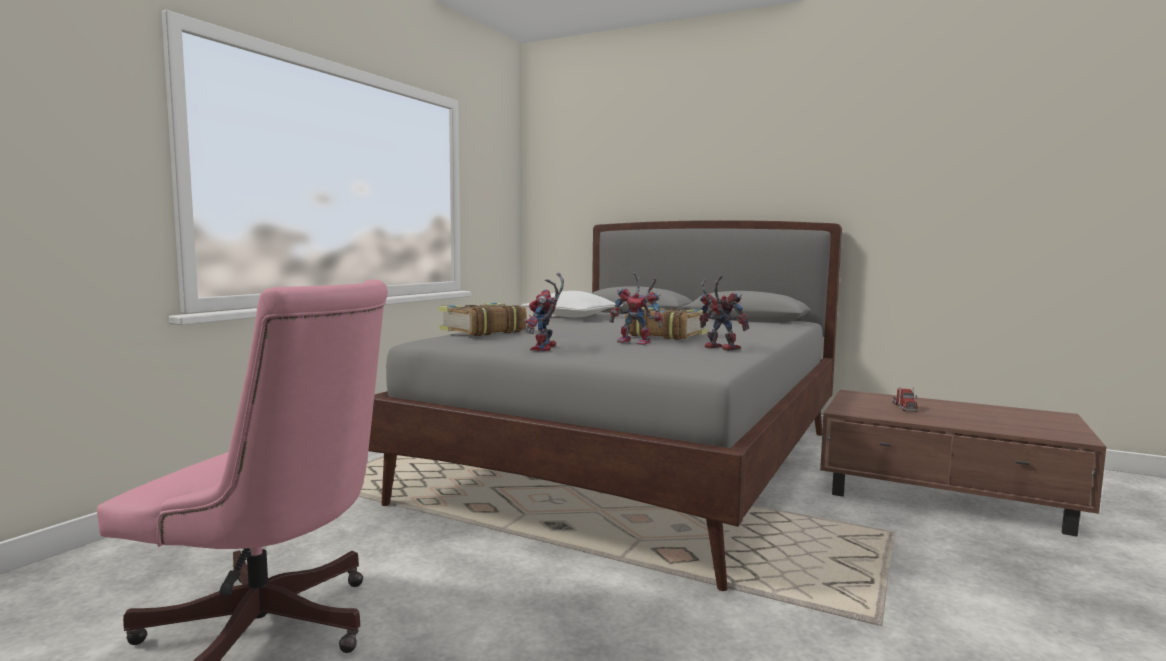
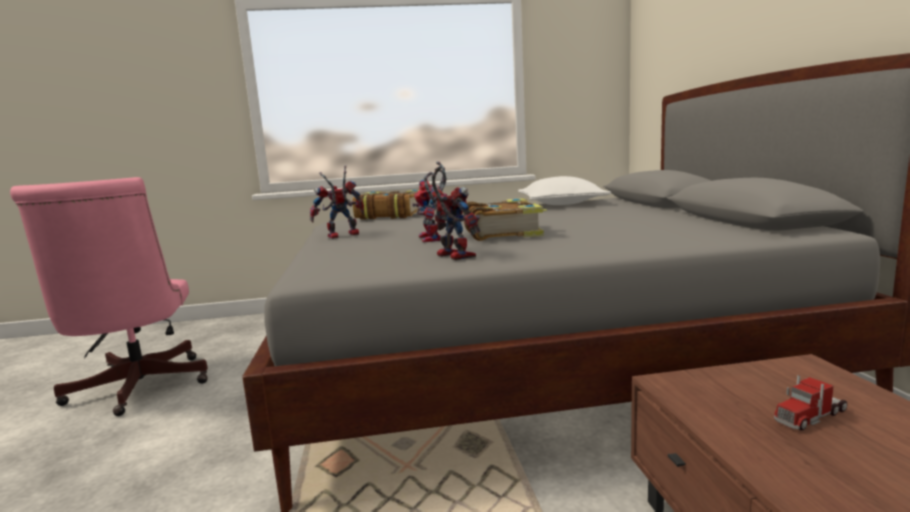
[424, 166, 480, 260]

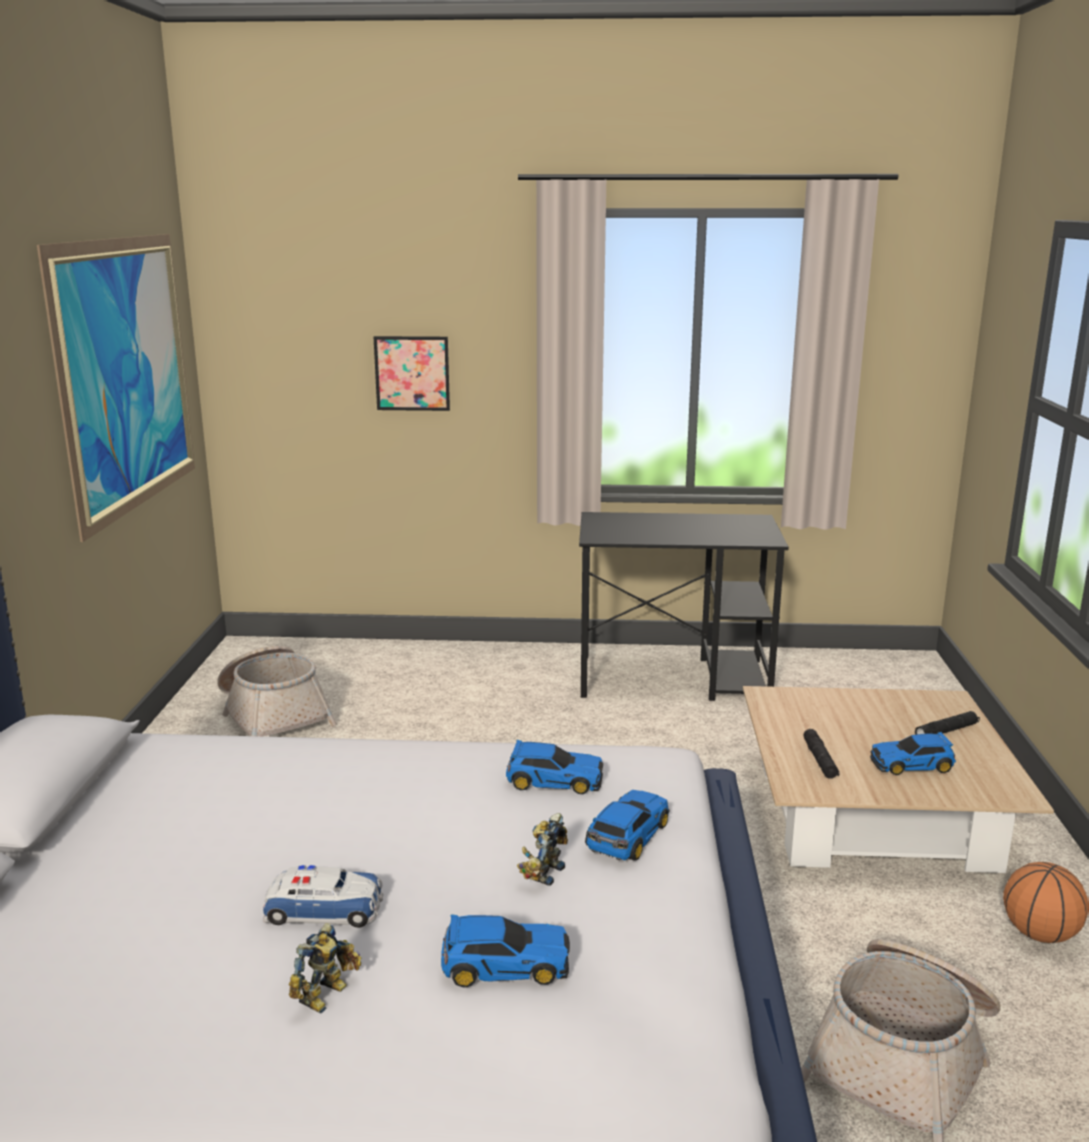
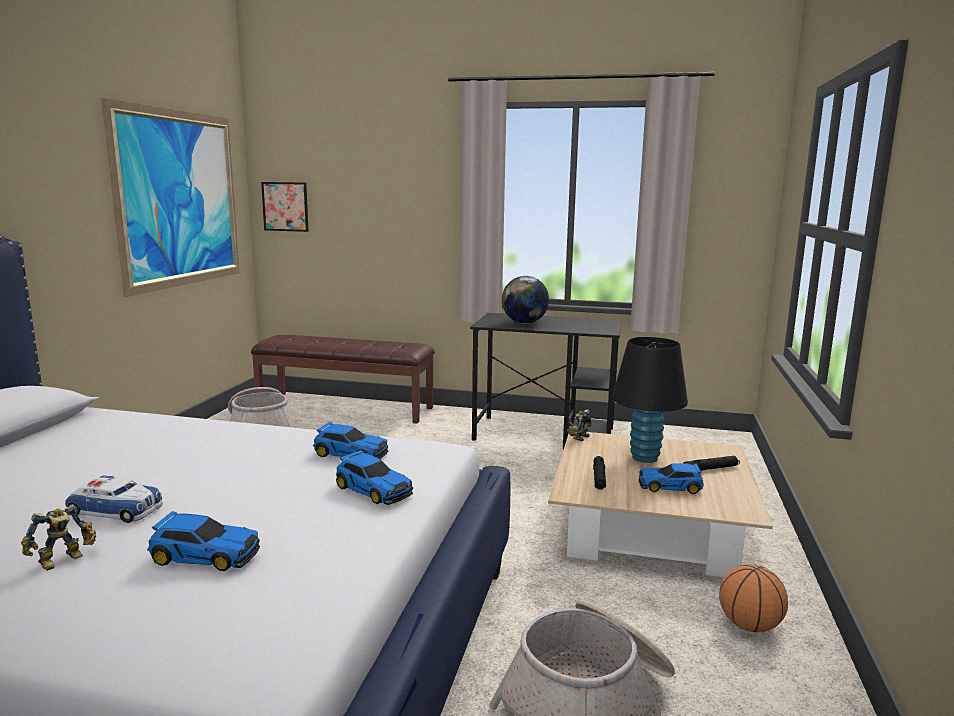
[261, 182, 309, 232]
[567, 409, 591, 441]
[336, 450, 413, 505]
[251, 335, 435, 424]
[502, 276, 549, 324]
[612, 337, 688, 463]

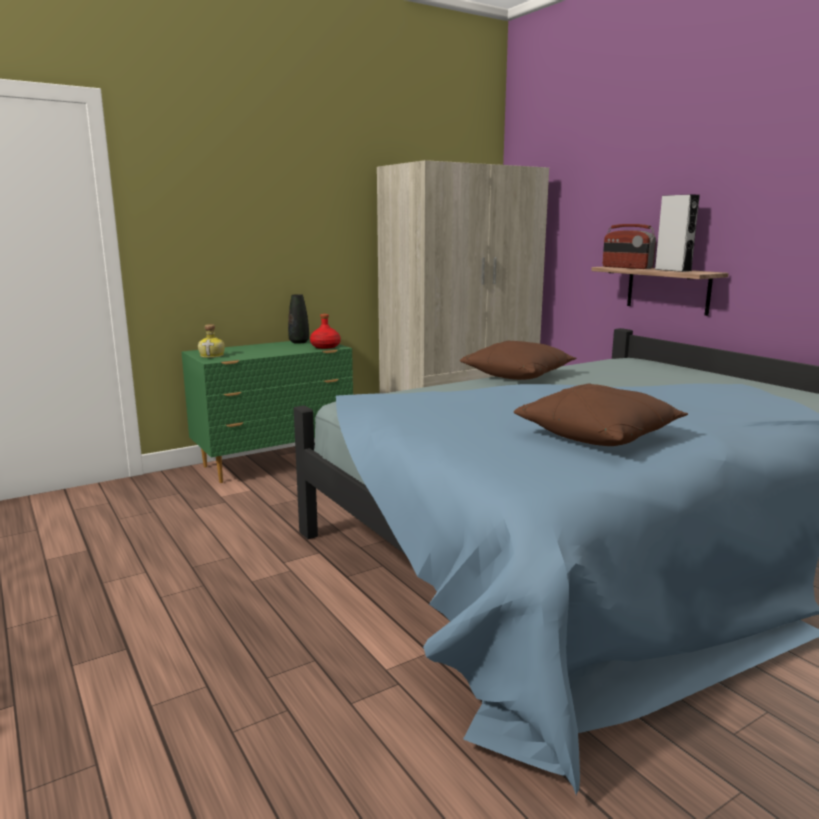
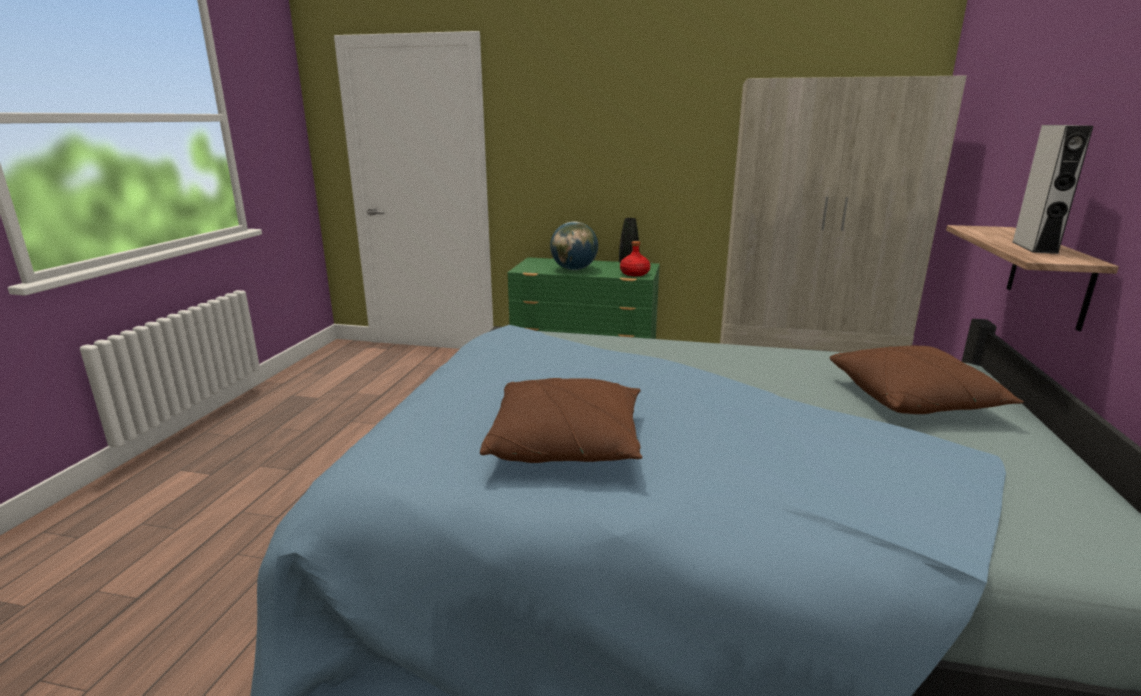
[198, 324, 225, 358] (first image)
[829, 346, 1024, 414]
[603, 224, 656, 269] (first image)
[550, 221, 598, 270]

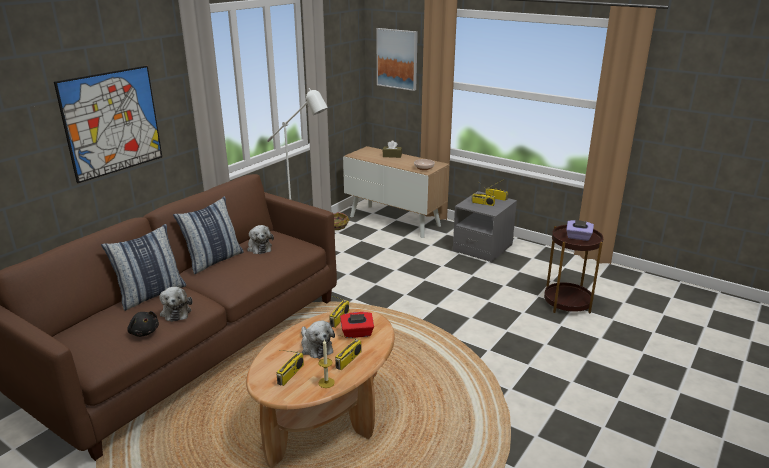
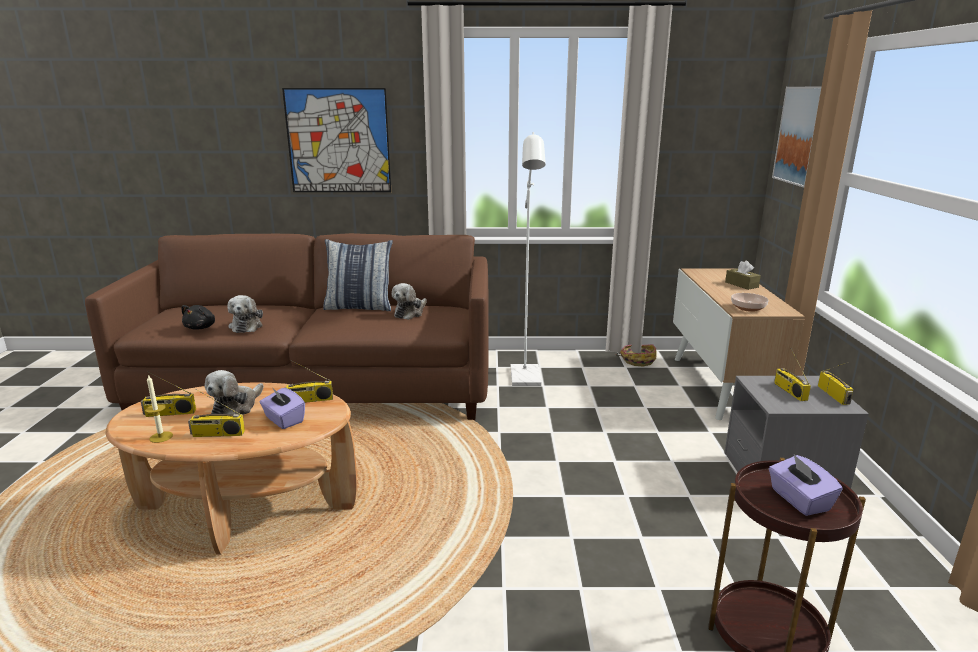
[101, 224, 186, 311] (first image)
[228, 295, 263, 333]
[260, 388, 305, 429]

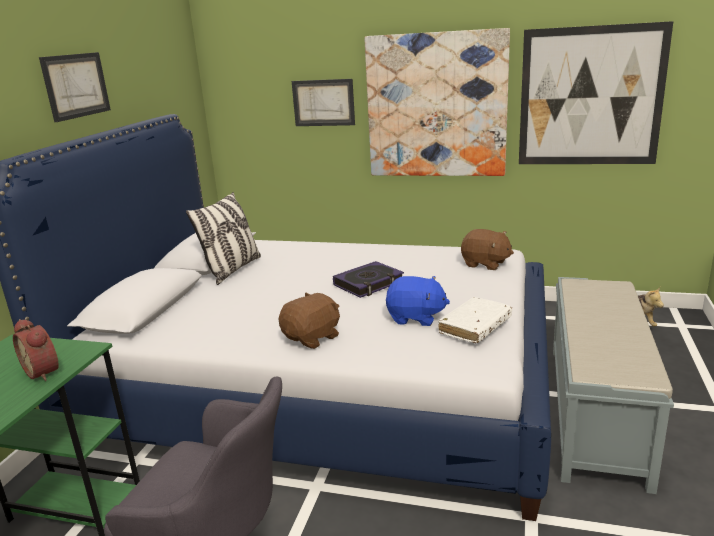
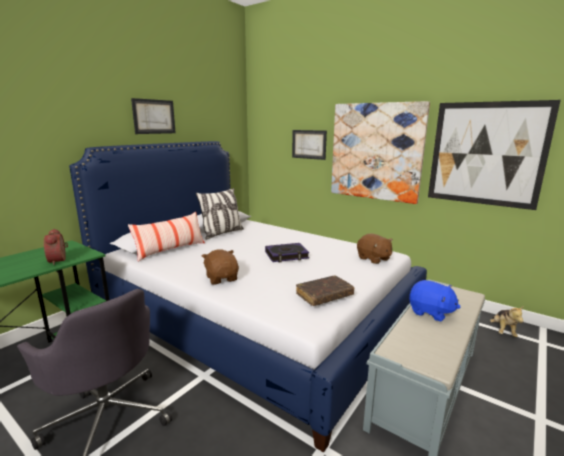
[202, 249, 239, 285]
[409, 280, 461, 322]
[296, 275, 355, 306]
[128, 212, 205, 262]

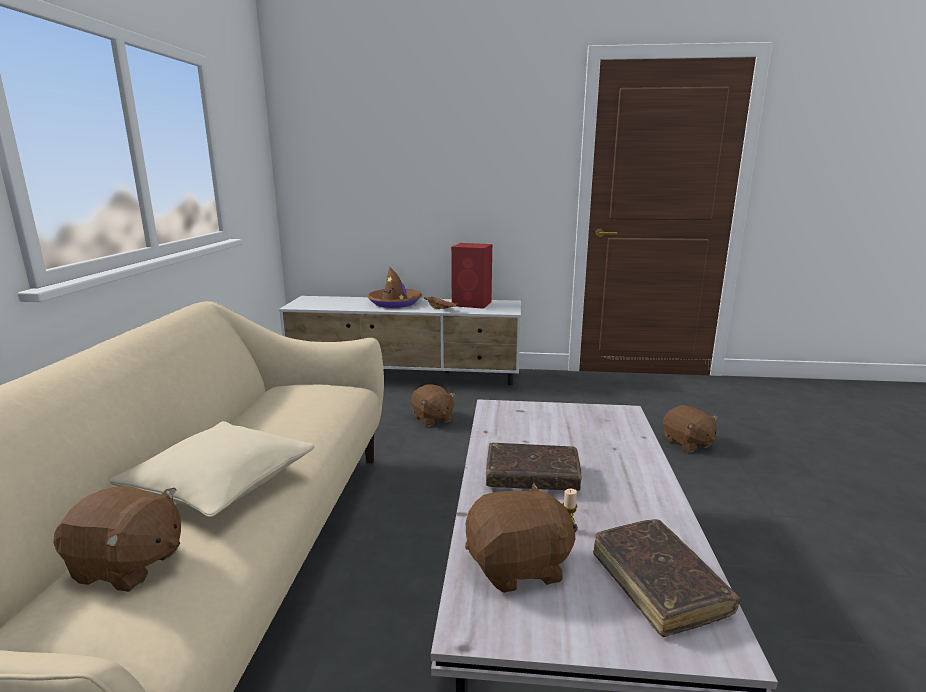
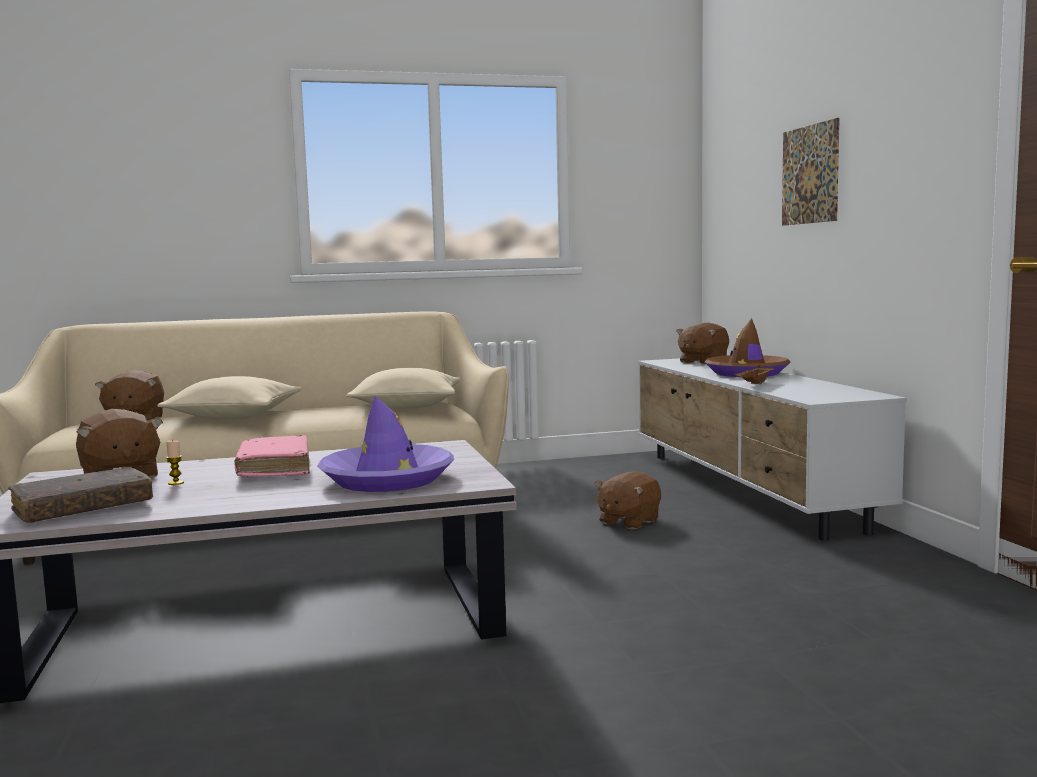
[451, 243, 492, 309] (first image)
[234, 435, 310, 477]
[676, 323, 729, 364]
[317, 396, 454, 492]
[347, 368, 461, 409]
[782, 118, 840, 226]

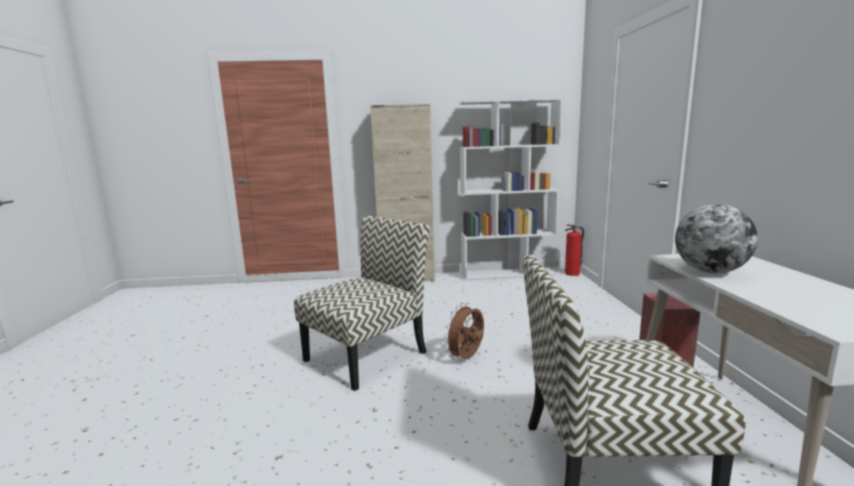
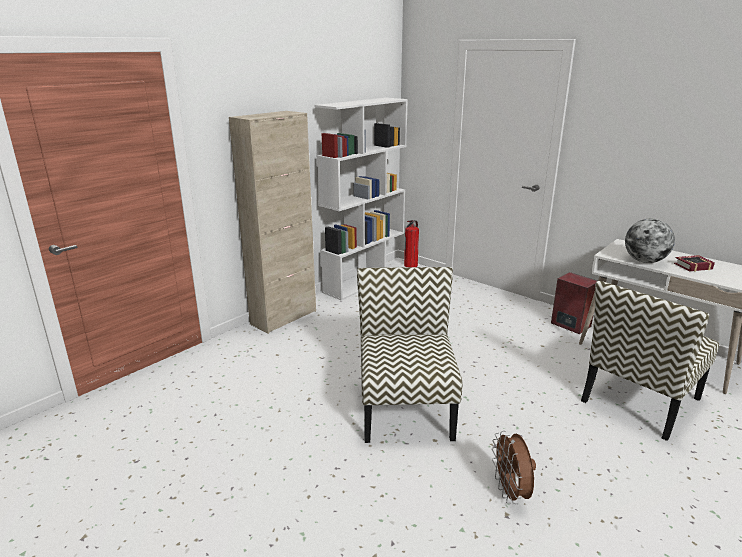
[492, 431, 536, 504]
[674, 255, 715, 272]

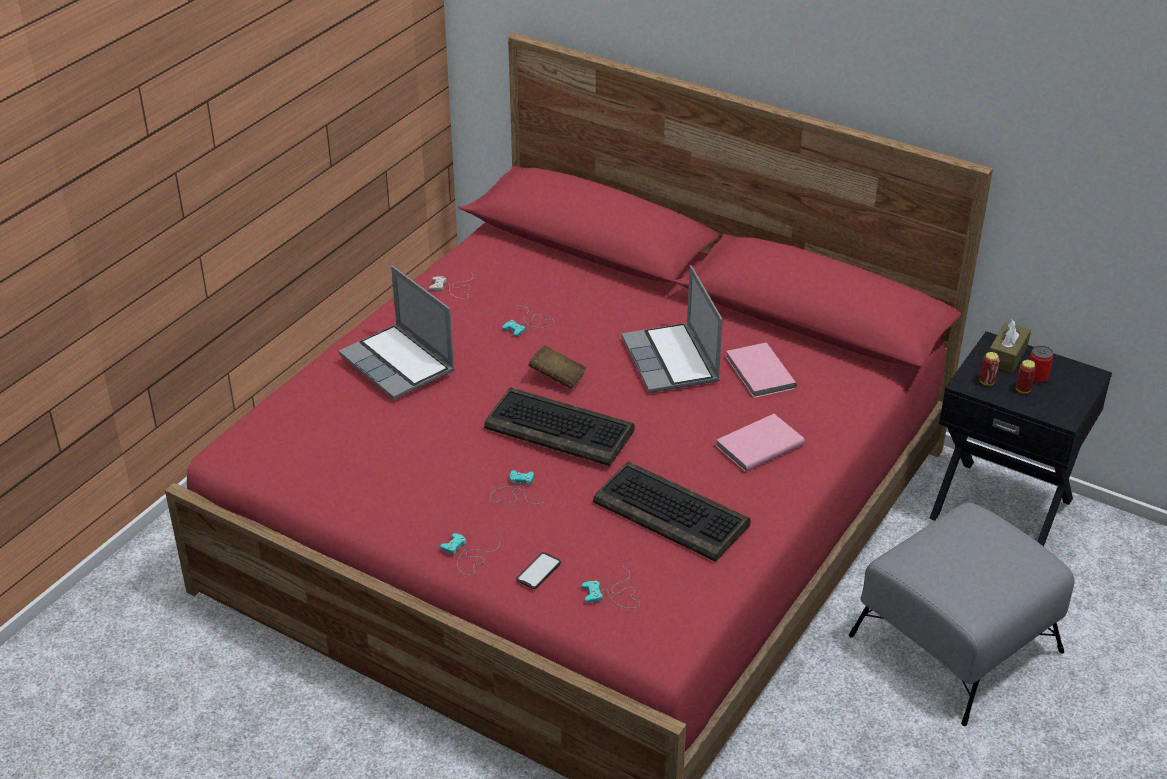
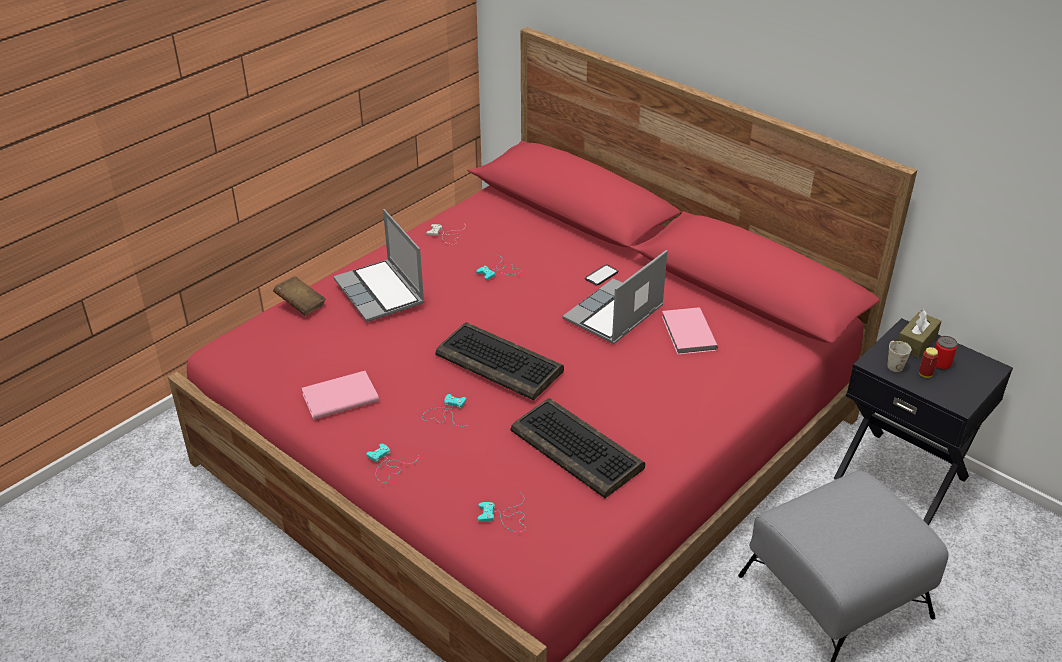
[585, 265, 618, 285]
[273, 276, 326, 315]
[563, 250, 667, 344]
[301, 371, 379, 420]
[887, 341, 911, 372]

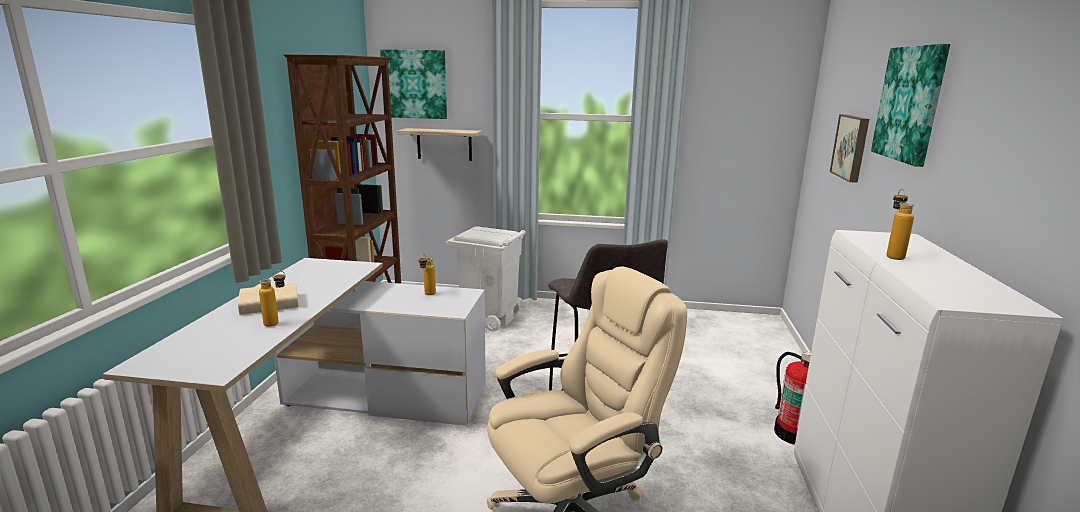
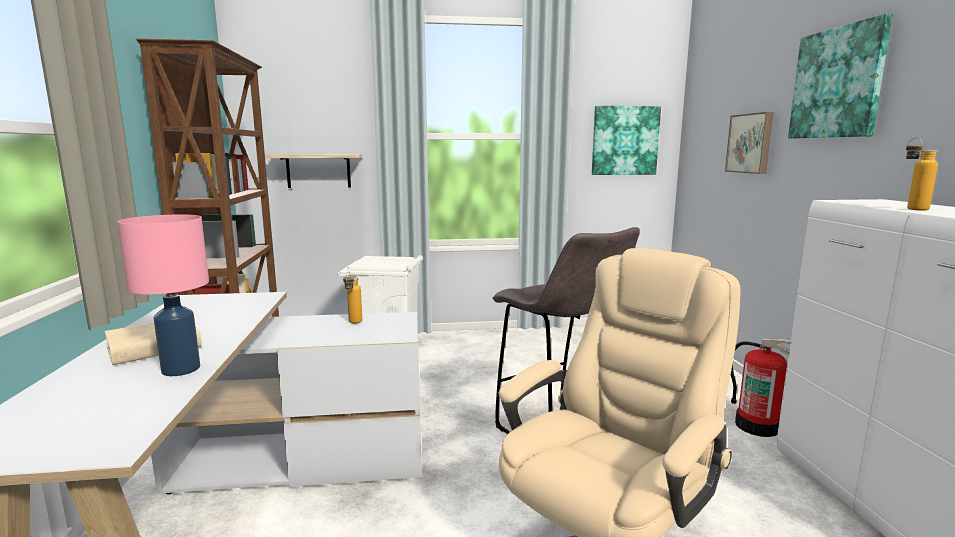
[117, 214, 209, 376]
[592, 106, 661, 175]

